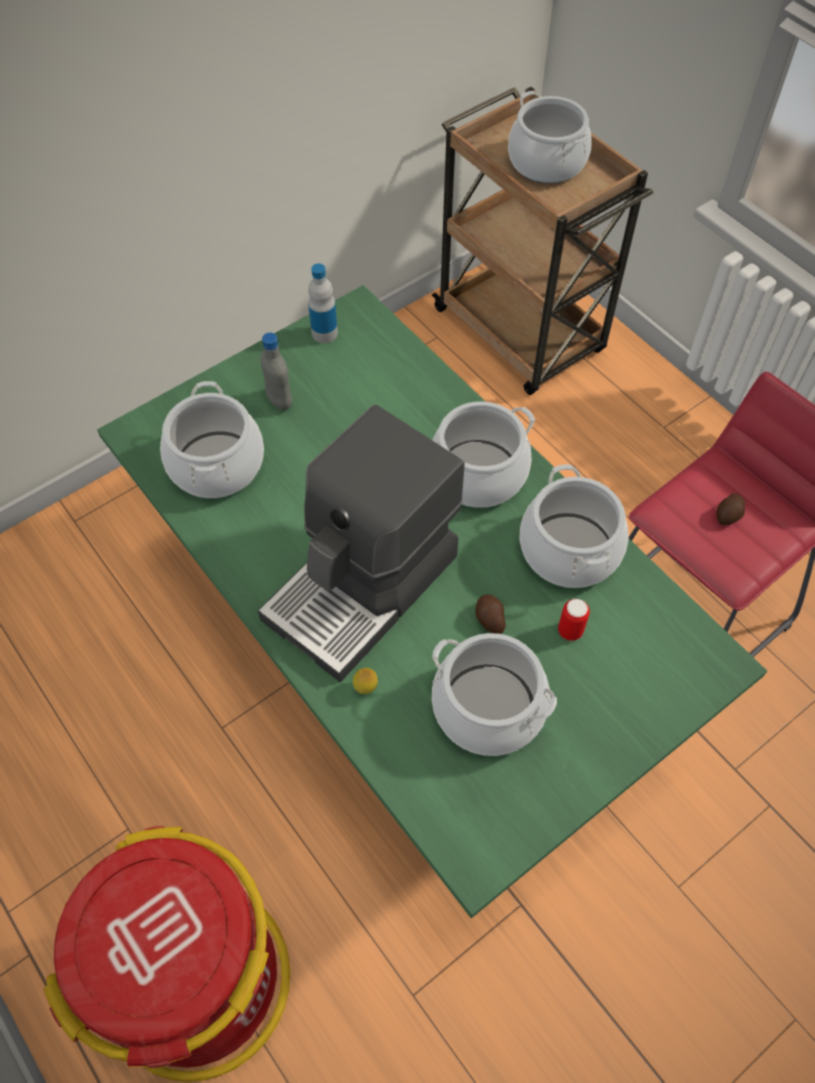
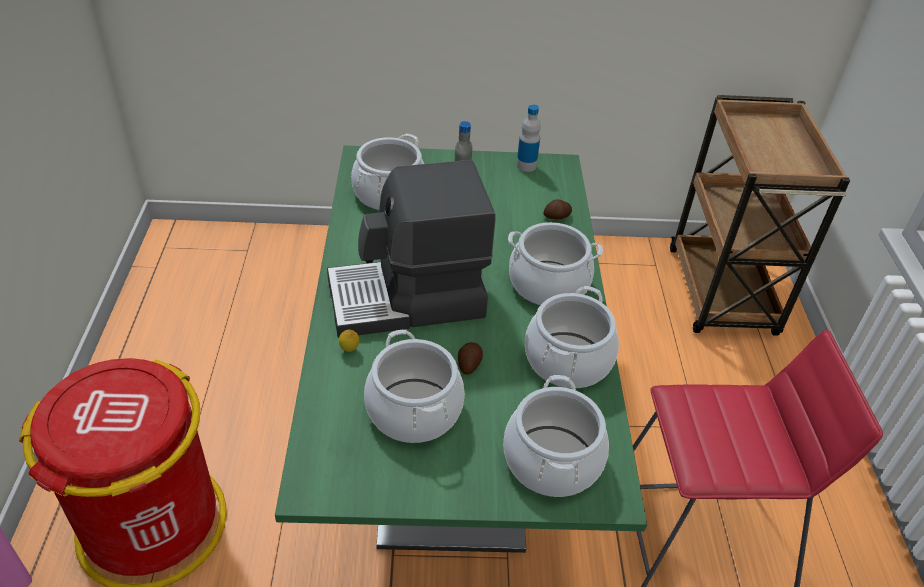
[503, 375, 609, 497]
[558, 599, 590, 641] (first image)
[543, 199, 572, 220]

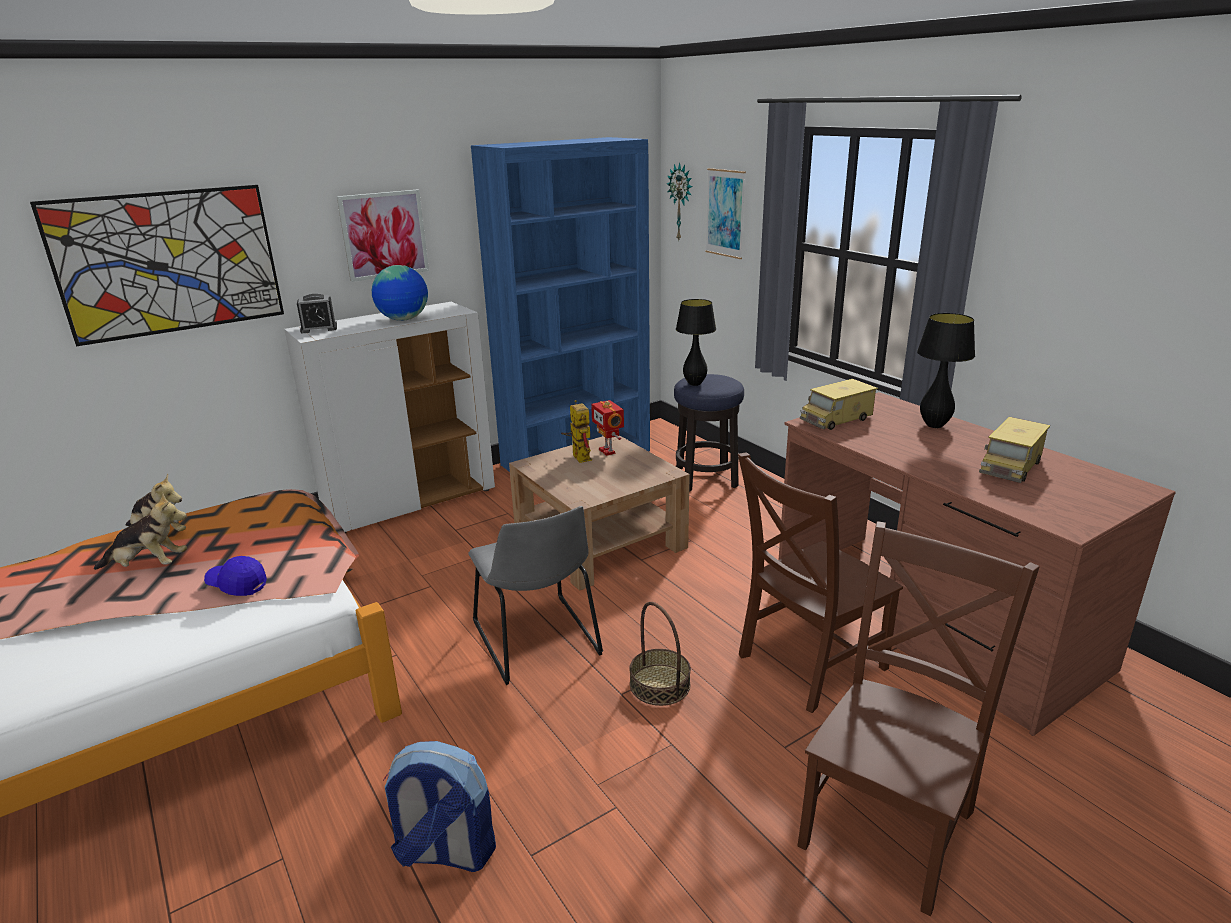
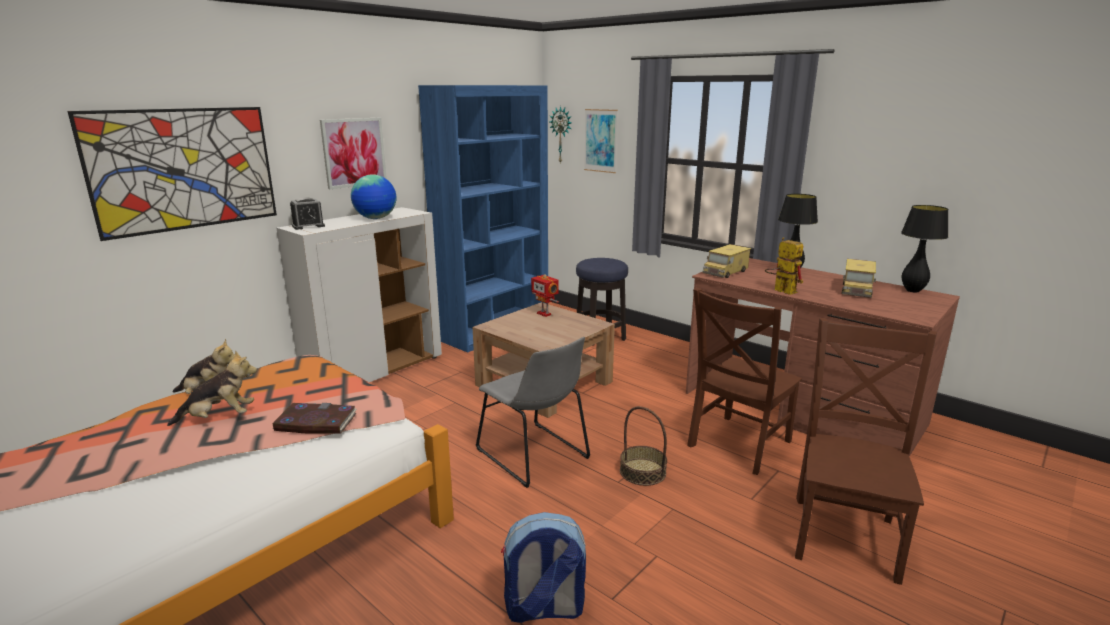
[272, 403, 357, 434]
[765, 237, 803, 295]
[901, 205, 948, 293]

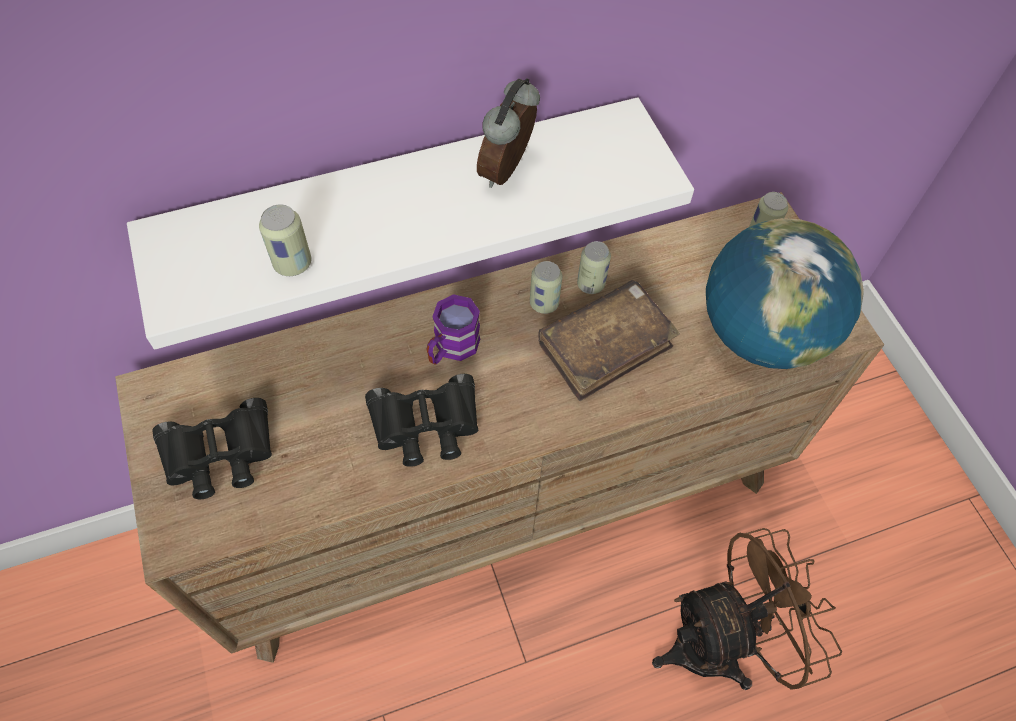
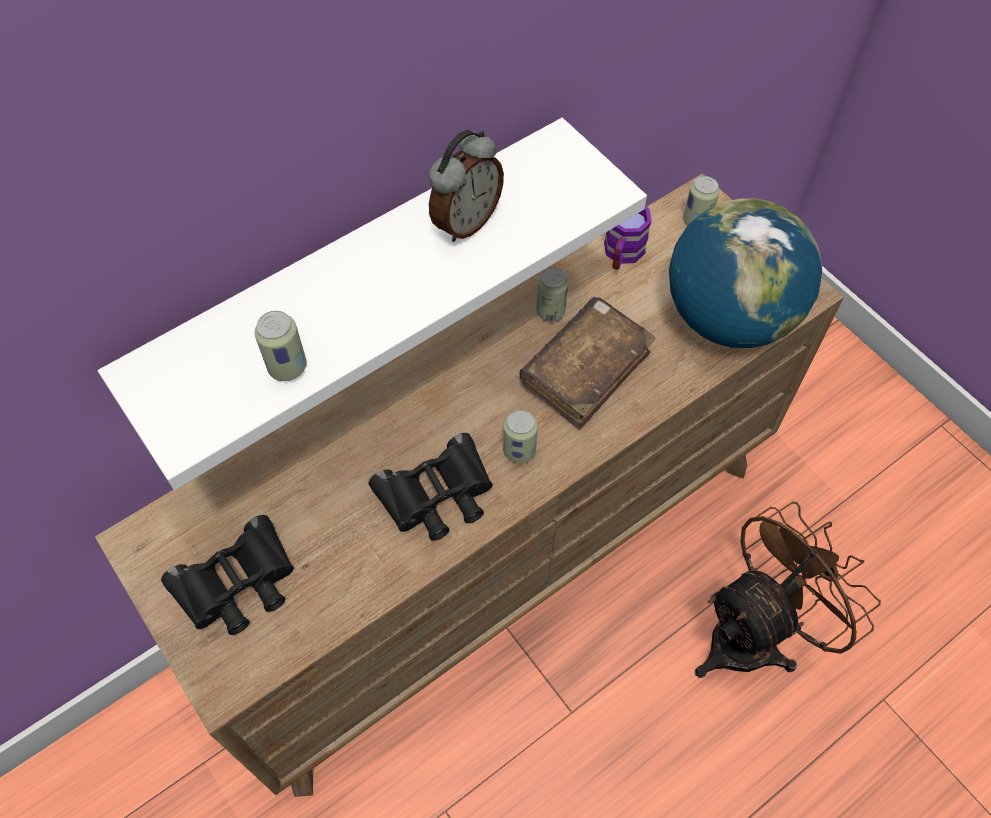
[604, 206, 652, 270]
[429, 130, 504, 242]
[503, 410, 538, 464]

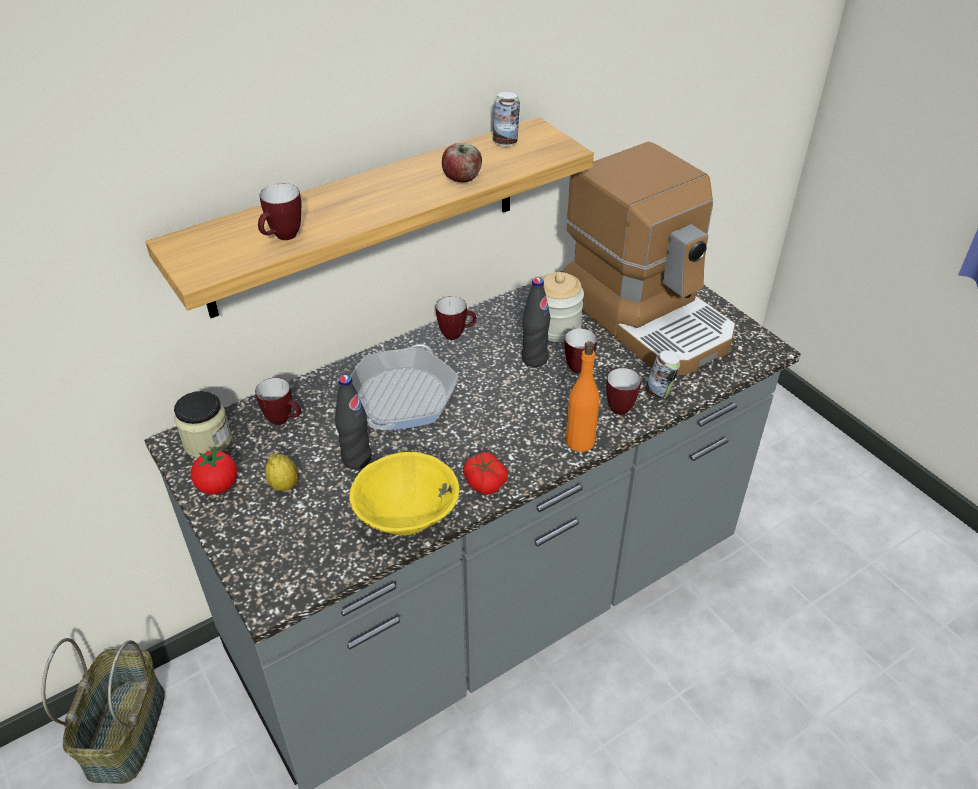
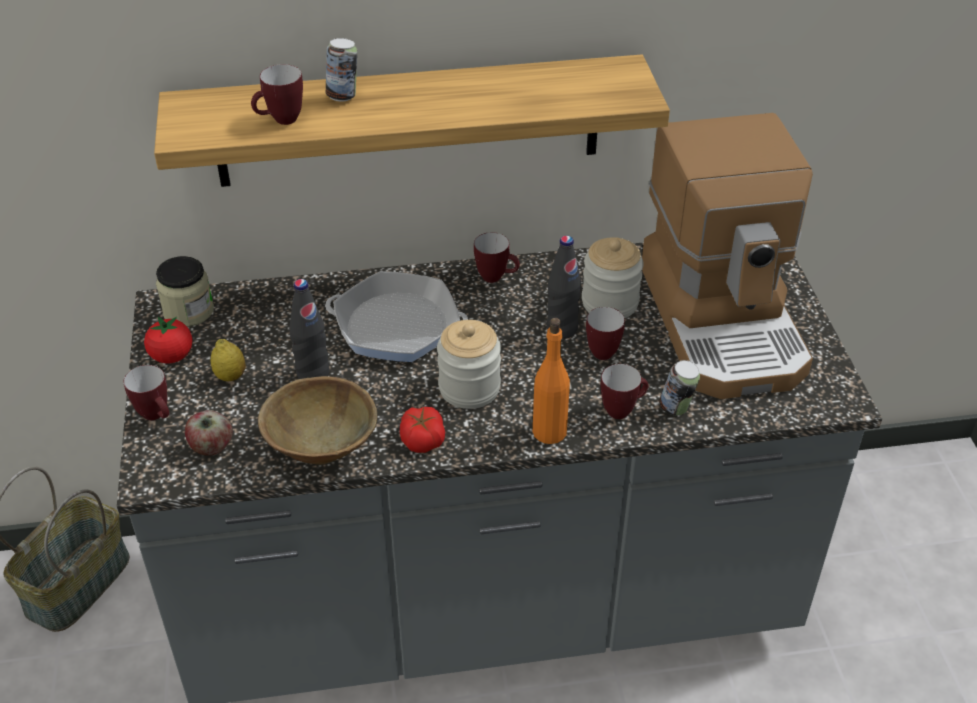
[124, 365, 169, 420]
[258, 376, 377, 465]
[325, 271, 468, 362]
[185, 410, 233, 456]
[326, 38, 357, 102]
[437, 320, 501, 409]

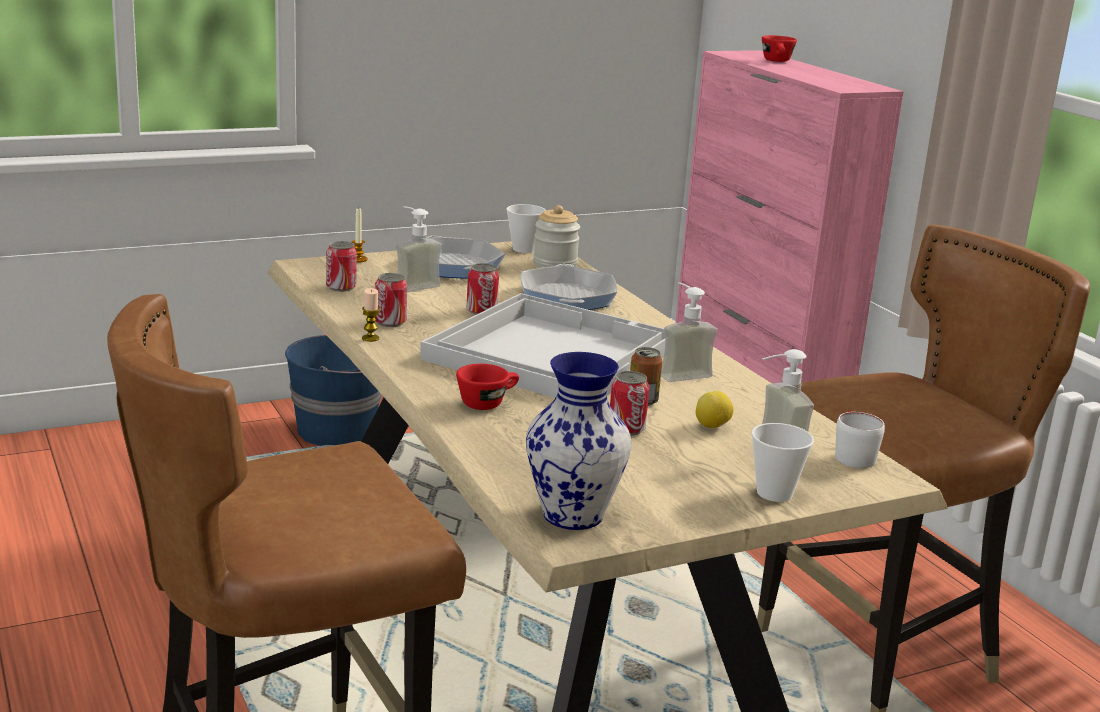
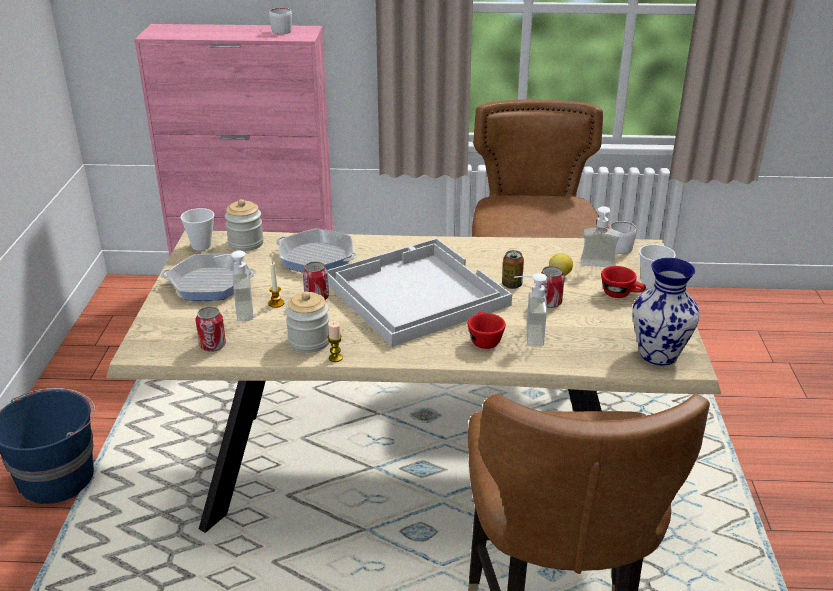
[268, 262, 284, 308]
[285, 292, 329, 353]
[514, 273, 547, 347]
[601, 266, 646, 298]
[269, 8, 292, 34]

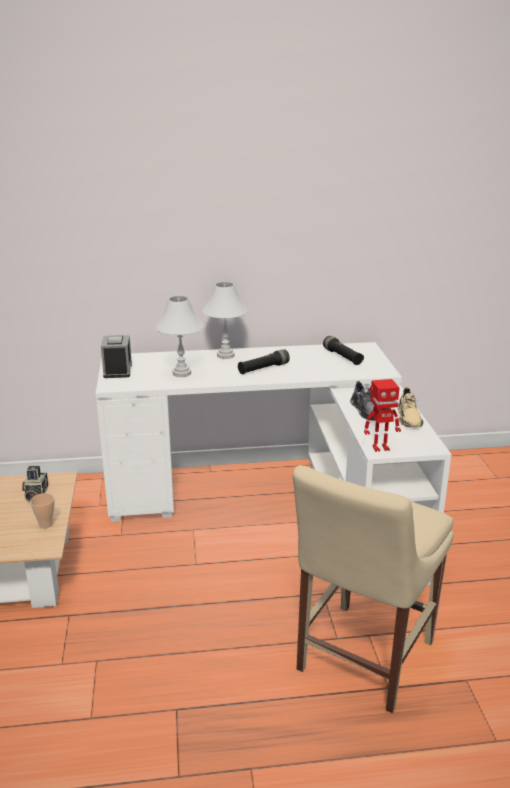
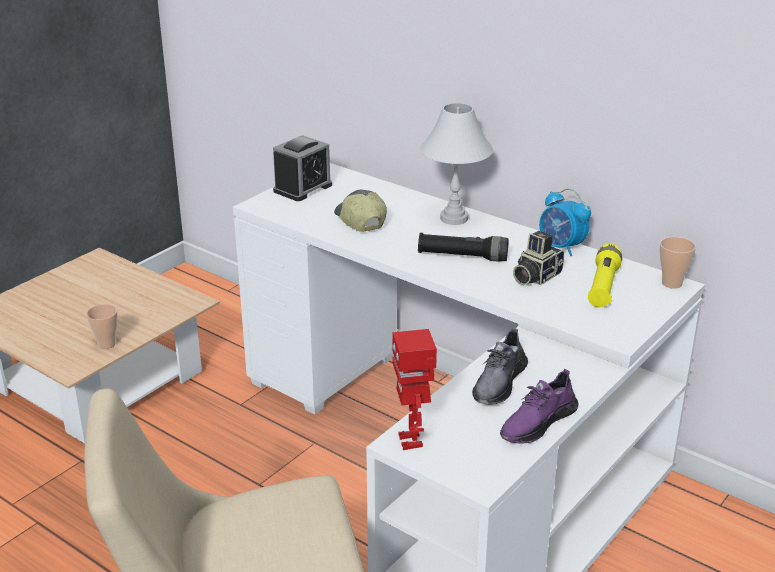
[513, 231, 564, 285]
[334, 190, 387, 232]
[588, 244, 622, 307]
[392, 329, 437, 450]
[500, 369, 579, 443]
[539, 188, 591, 256]
[660, 237, 696, 289]

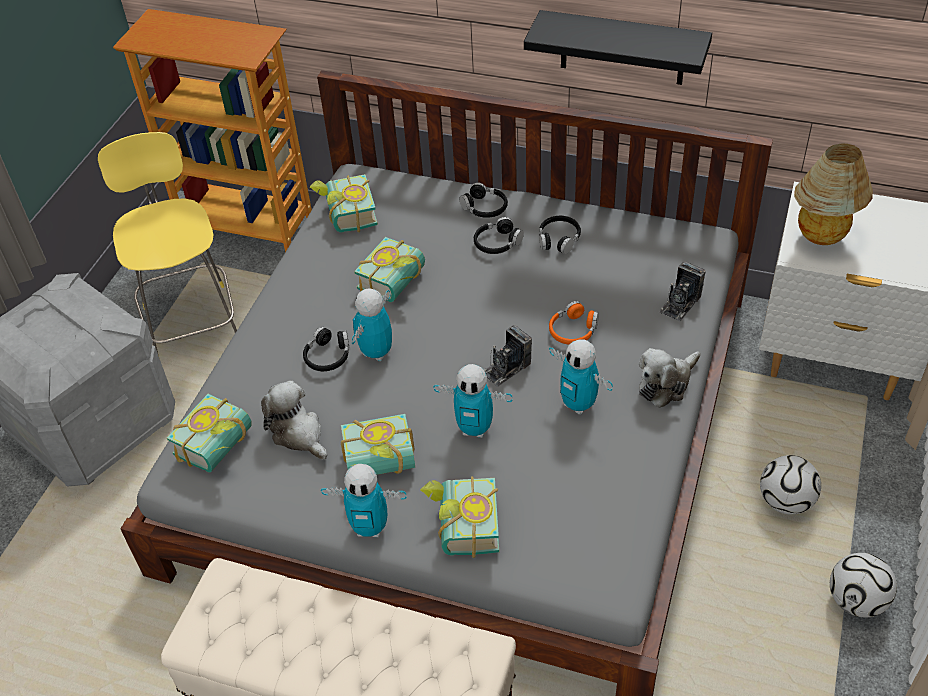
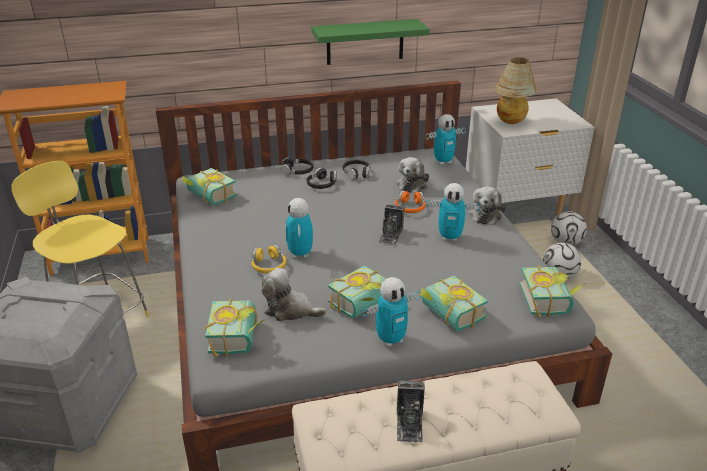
[252, 245, 287, 273]
[519, 265, 586, 318]
[425, 114, 466, 165]
[312, 19, 430, 65]
[397, 380, 425, 443]
[551, 211, 587, 245]
[397, 157, 429, 193]

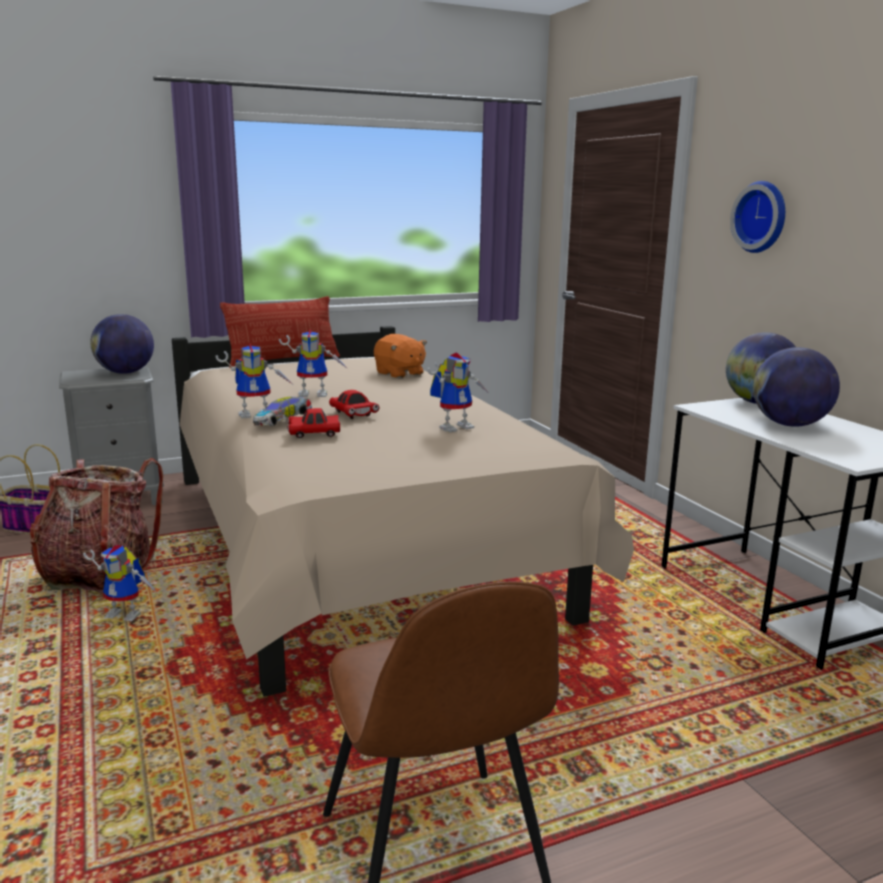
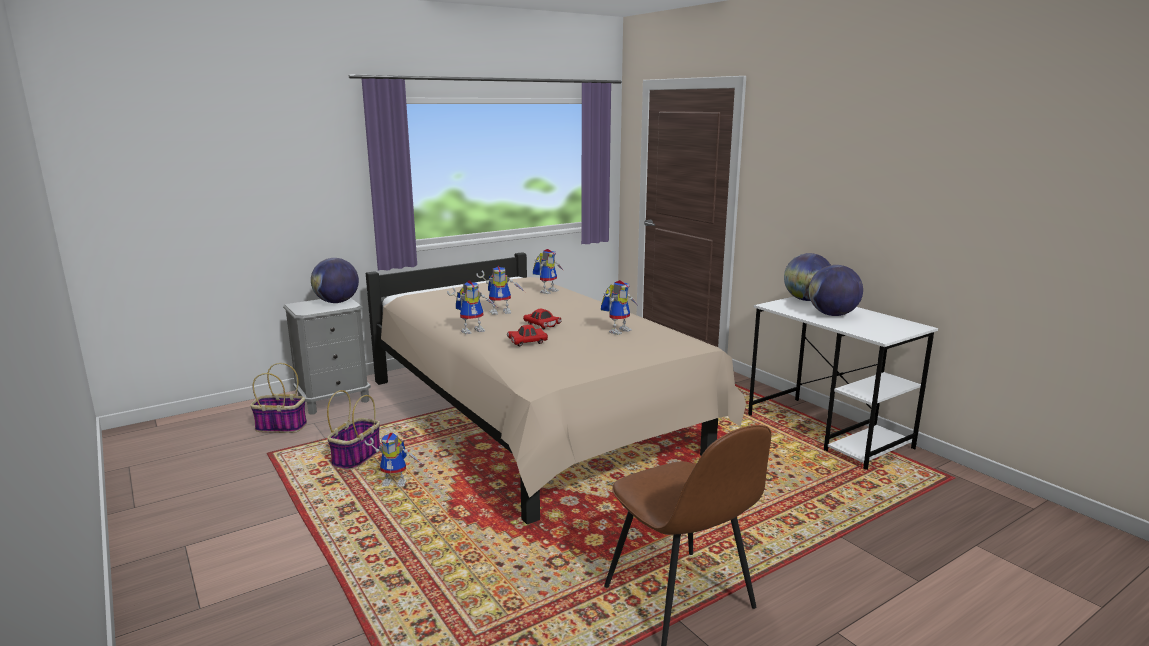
[327, 390, 381, 470]
[220, 296, 340, 368] (first image)
[253, 397, 312, 426] (first image)
[533, 249, 564, 294]
[730, 181, 785, 253] (first image)

